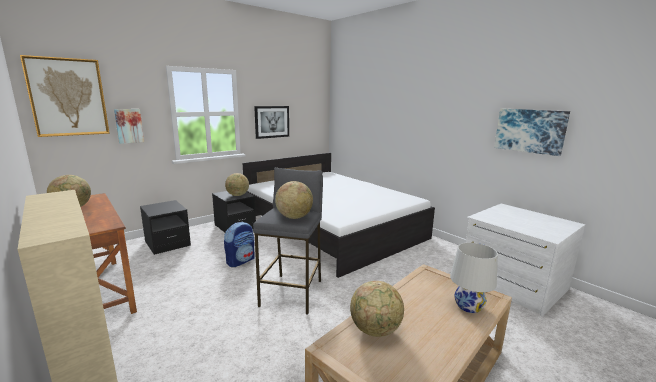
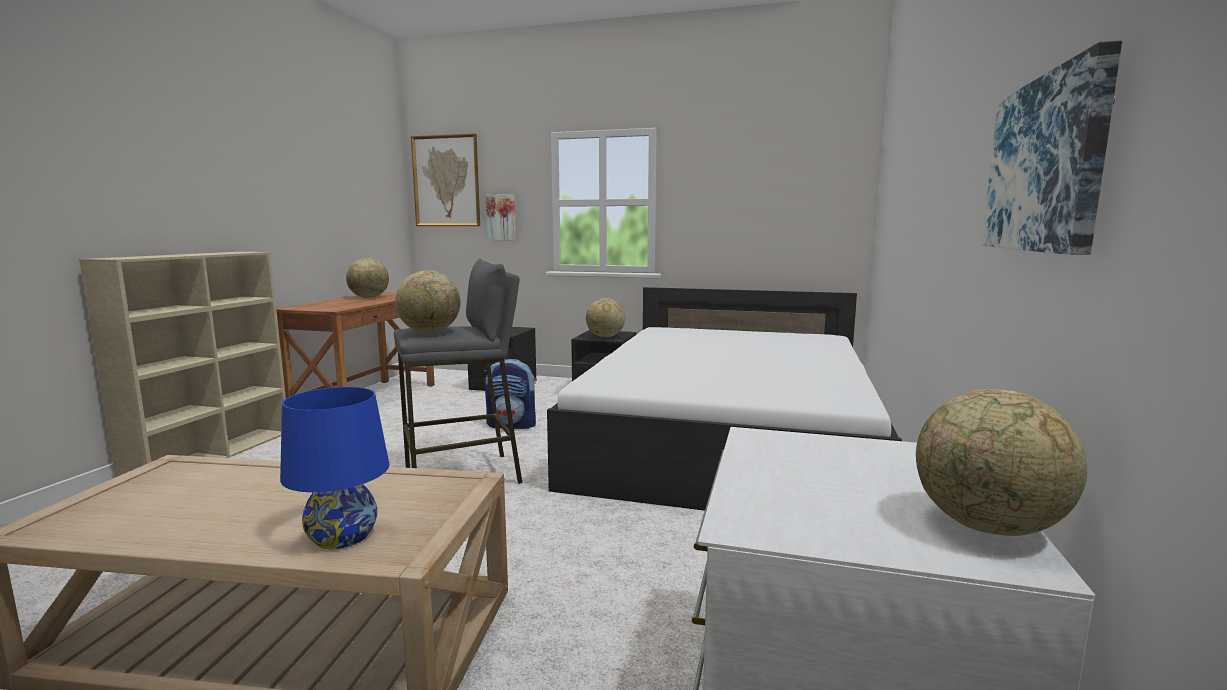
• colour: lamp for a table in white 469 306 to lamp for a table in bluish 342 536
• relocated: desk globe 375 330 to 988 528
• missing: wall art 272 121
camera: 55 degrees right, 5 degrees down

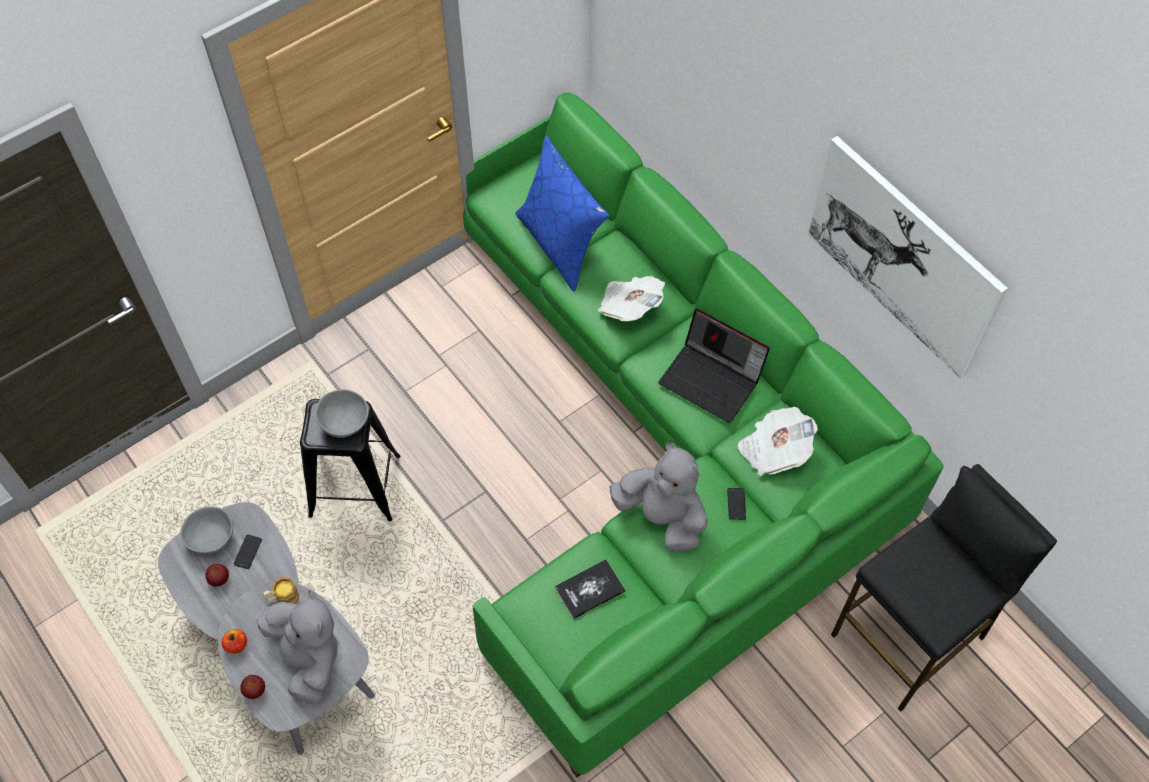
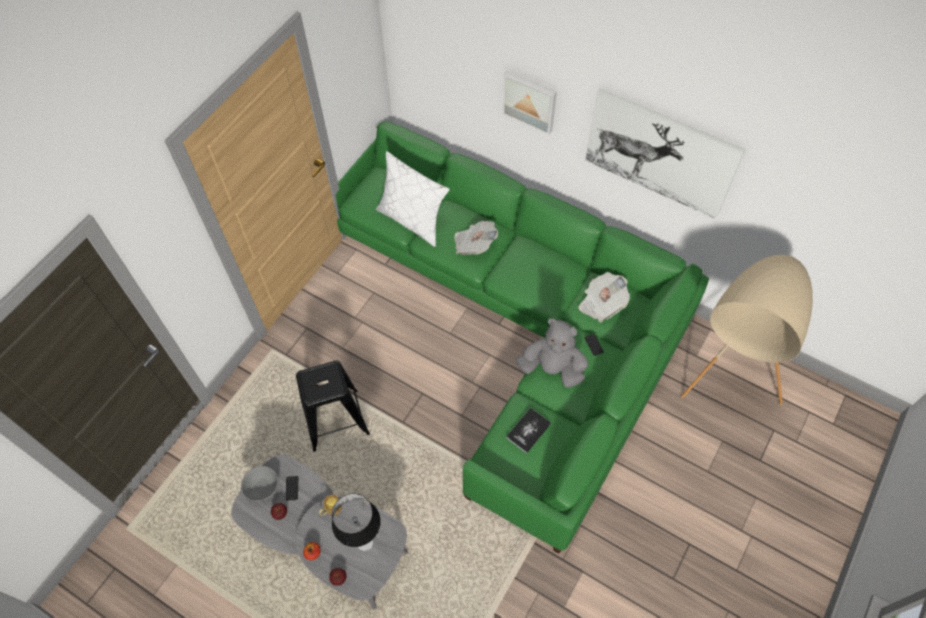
• exchanged: soft toy in greyish 308 657 to lamp for a table 365 543
• colour: throw pillow in bluish 560 244 to throw pillow in white 413 220
• appeared: wall art 530 101
• exchanged: sitting stool in blackish 910 637 to standard lamp in beige-coloured 717 390
• missing: deep dish in greyish 343 422
• missing: portable computer 712 380
camera: 20 degrees left, 0 degrees up

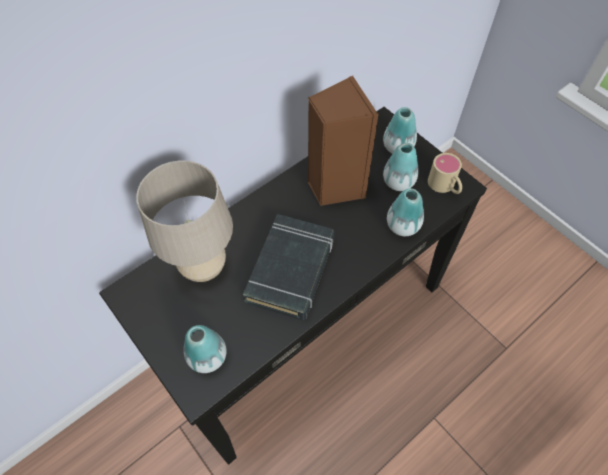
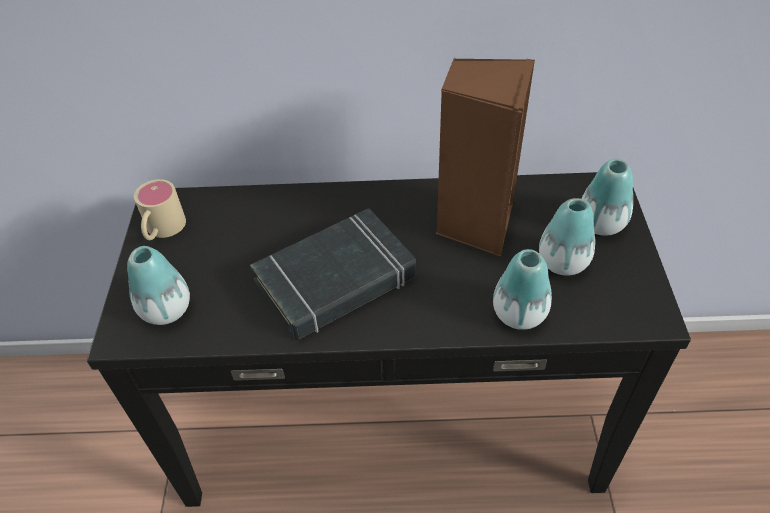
• relocated: tea mug in beige-coloured 444 186 to 162 230
• missing: lamp for a table in beige-coloured 203 267
camera: 40 degrees right, 10 degrees down

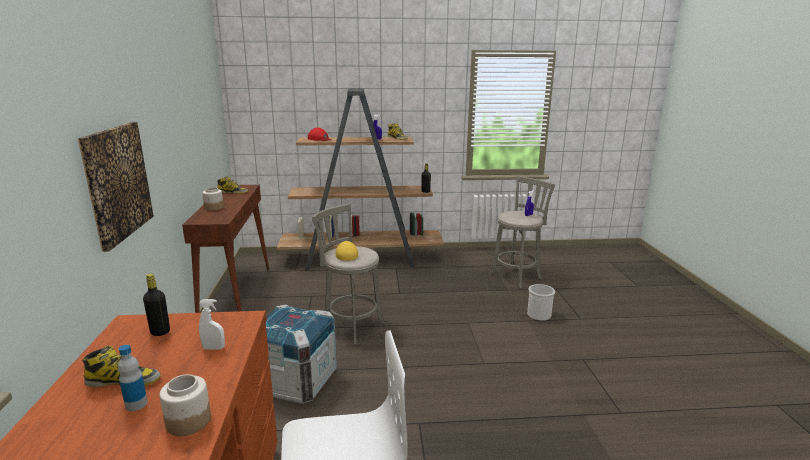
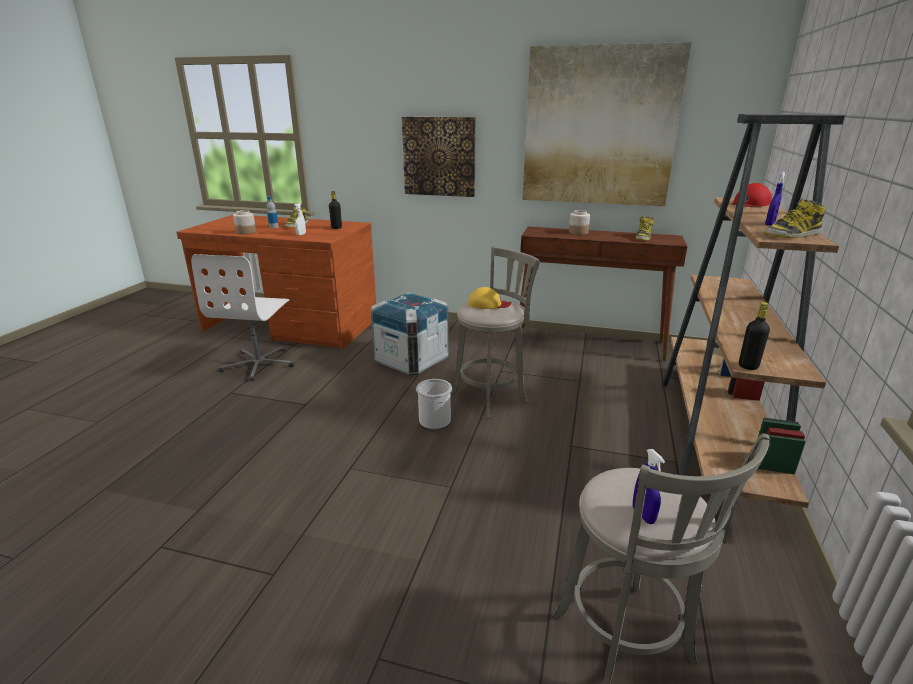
• relocated: pail 539 315 to 434 421
• appeared: wall art 599 127
camera: 110 degrees right, 5 degrees up

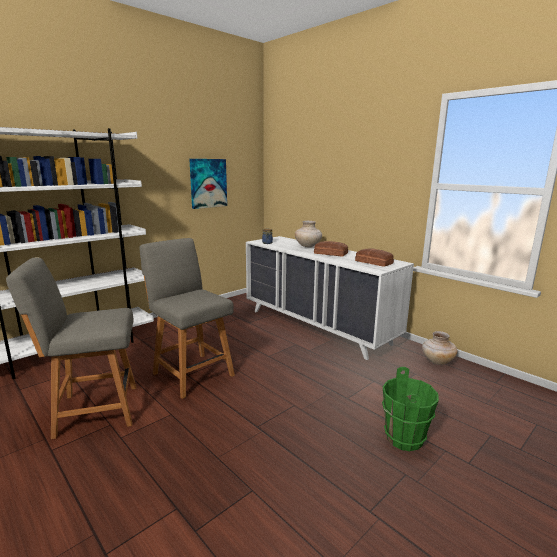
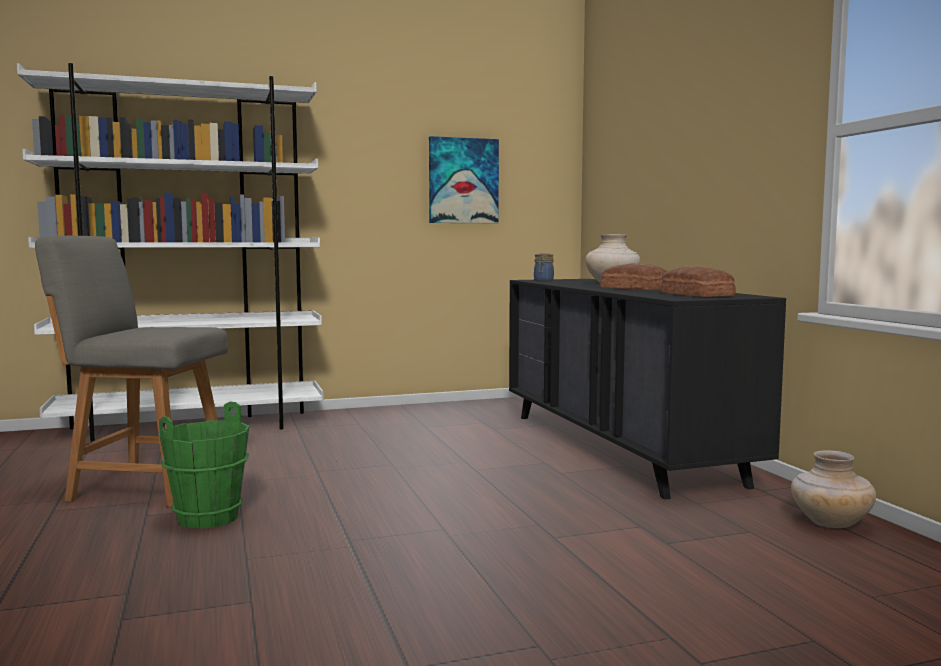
• relocated: pail in green-coloured 405 438 to 209 518
• colour: chest of drawers in white 317 327 to chest of drawers in blackish 618 447
• missing: upright chair in greyish 192 373
camera: 25 degrees right, 10 degrees down

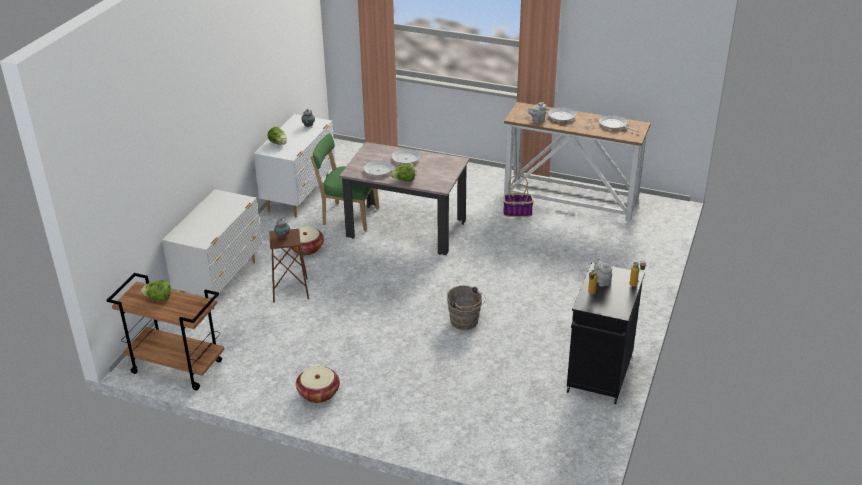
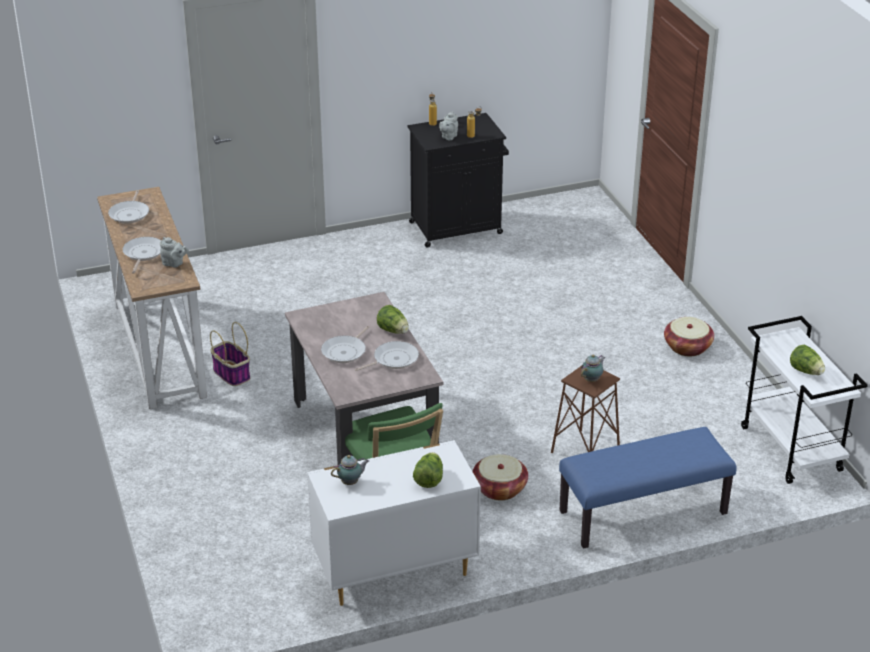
• exchanged: chest of drawers in white 221 281 to indoor bench in bluish 643 513
• colour: wheeled cart in brown 176 367 to wheeled cart in white 792 449
• missing: pail in brown 465 322
camera: 130 degrees left, 0 degrees up

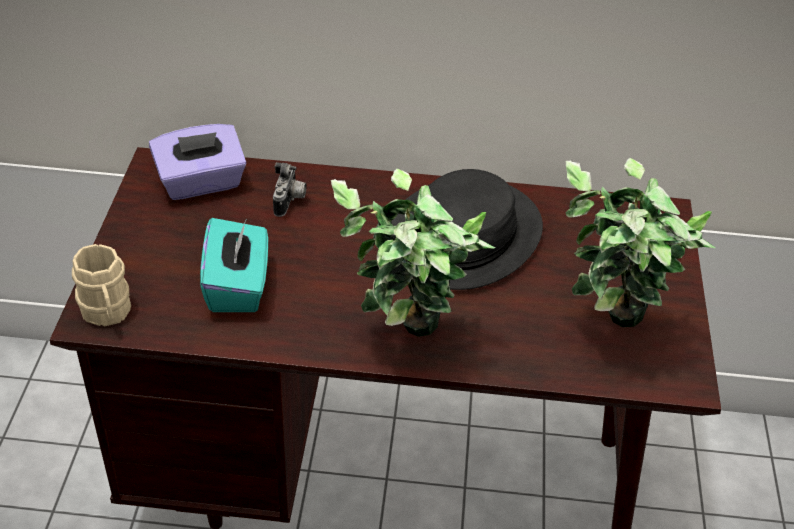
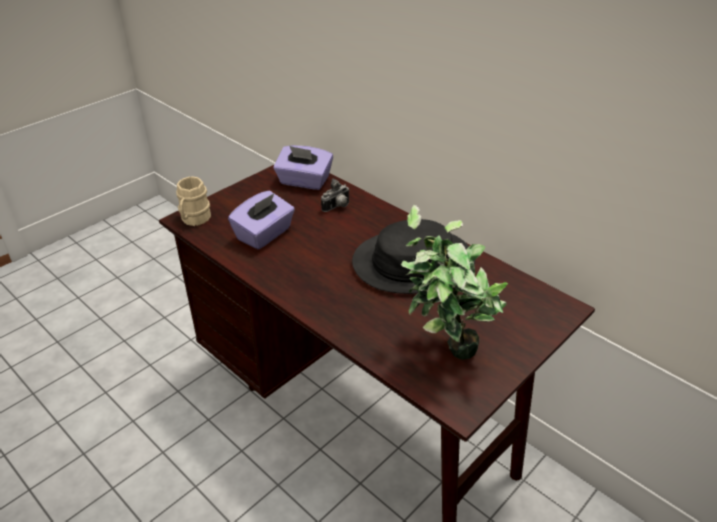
• colour: tissue holder in blue-green 238 286 to tissue holder in purple-coloured 264 234
• missing: potted plant 406 342
camera: 40 degrees right, 5 degrees down

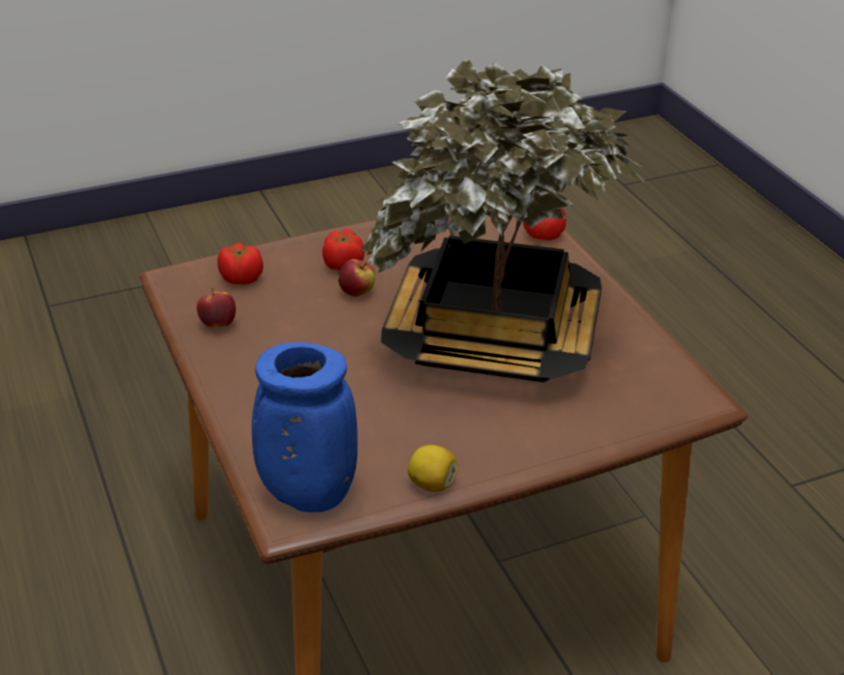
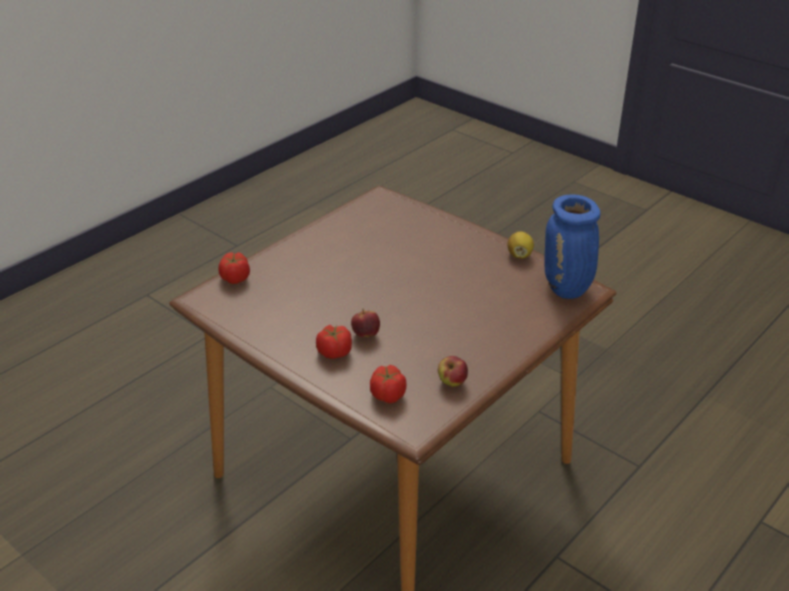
• missing: potted plant 494 339
camera: 115 degrees left, 0 degrees up

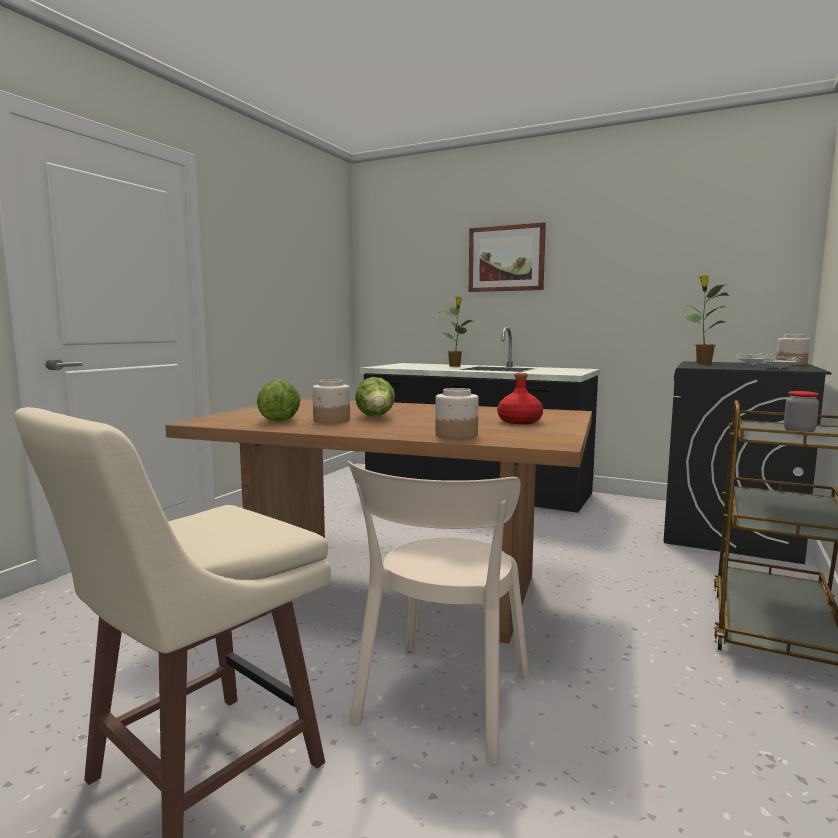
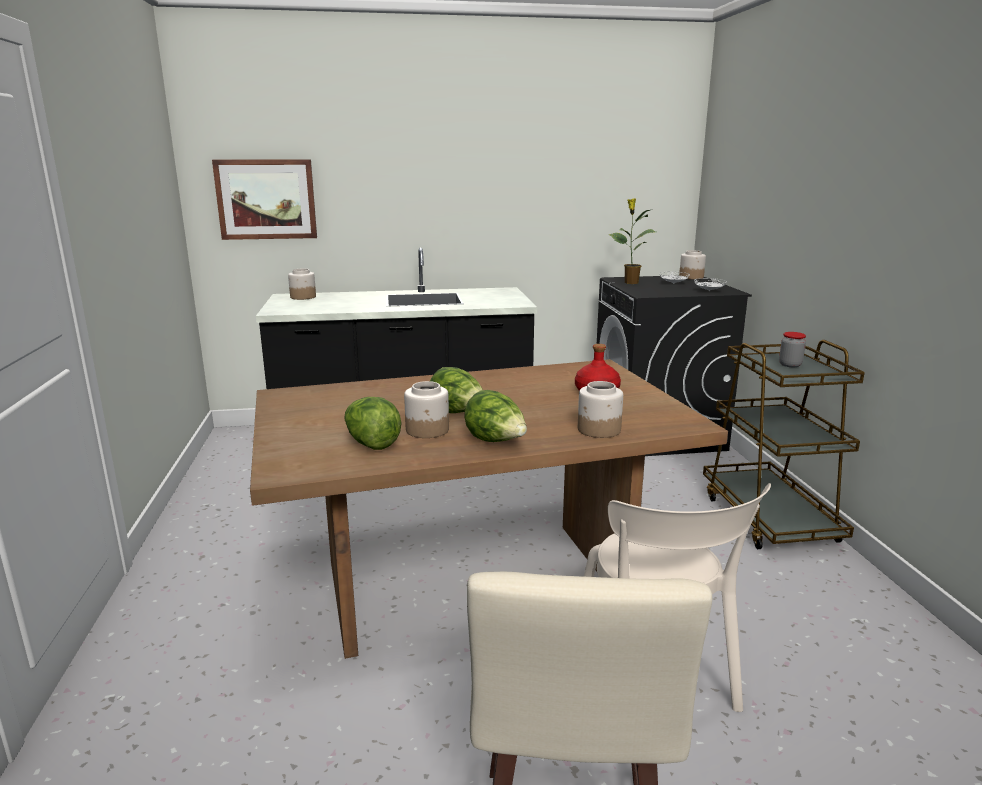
• relocated: wall art 506 258 to 266 199
• appeared: storage jar 302 297
• appeared: lettuce 496 442
• missing: potted plant 455 366
camera: 35 degrees left, 10 degrees up

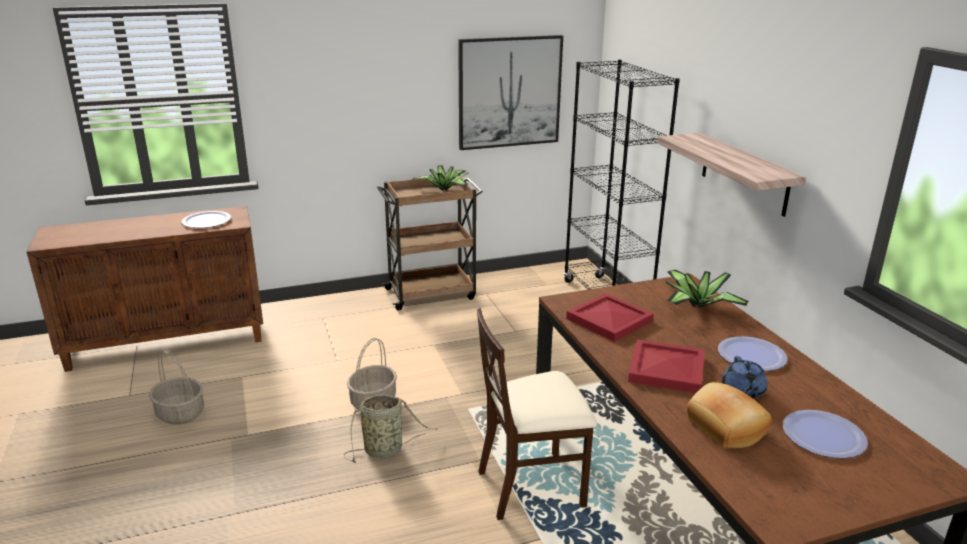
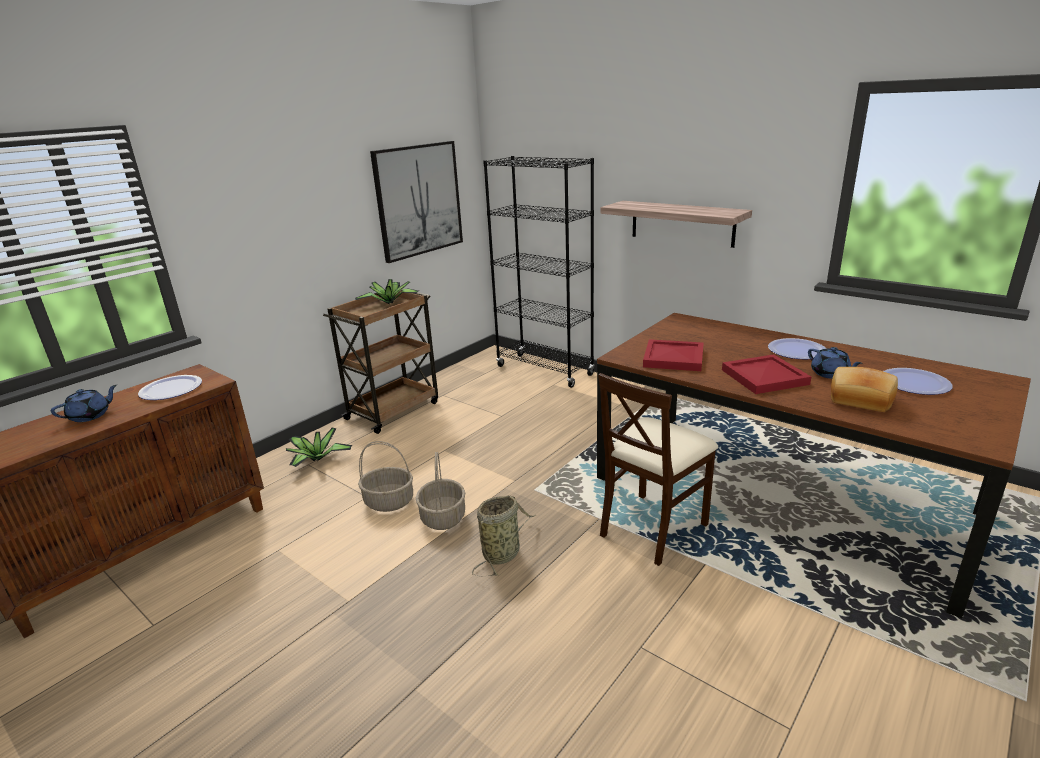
• appeared: tea pot in bluish 90 416
• relocated: potted plant 697 306 to 316 460
• relocated: storage basket 181 413 to 389 501
camera: 30 degrees left, 0 degrees up

